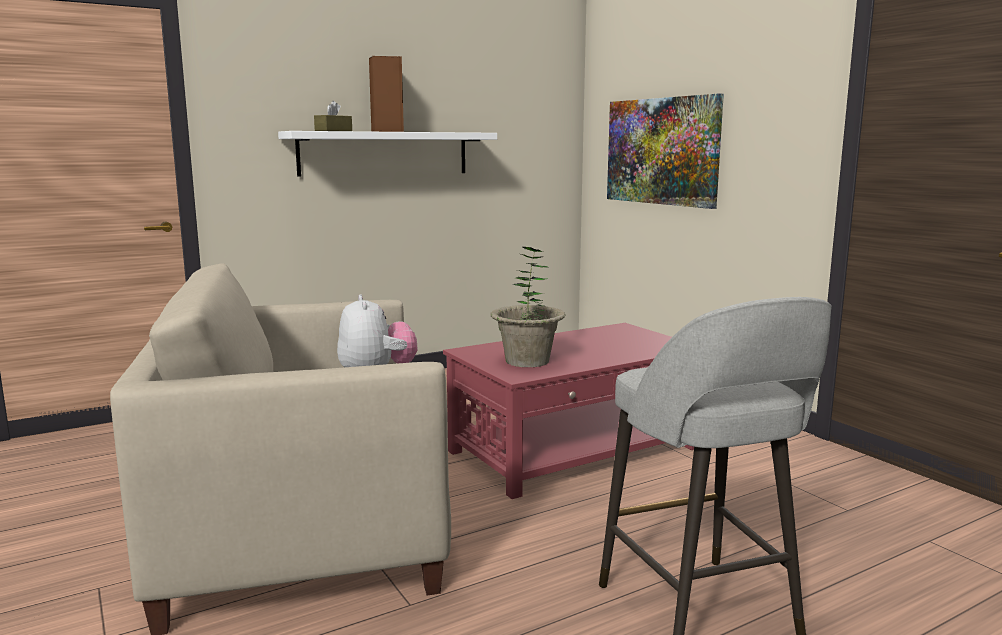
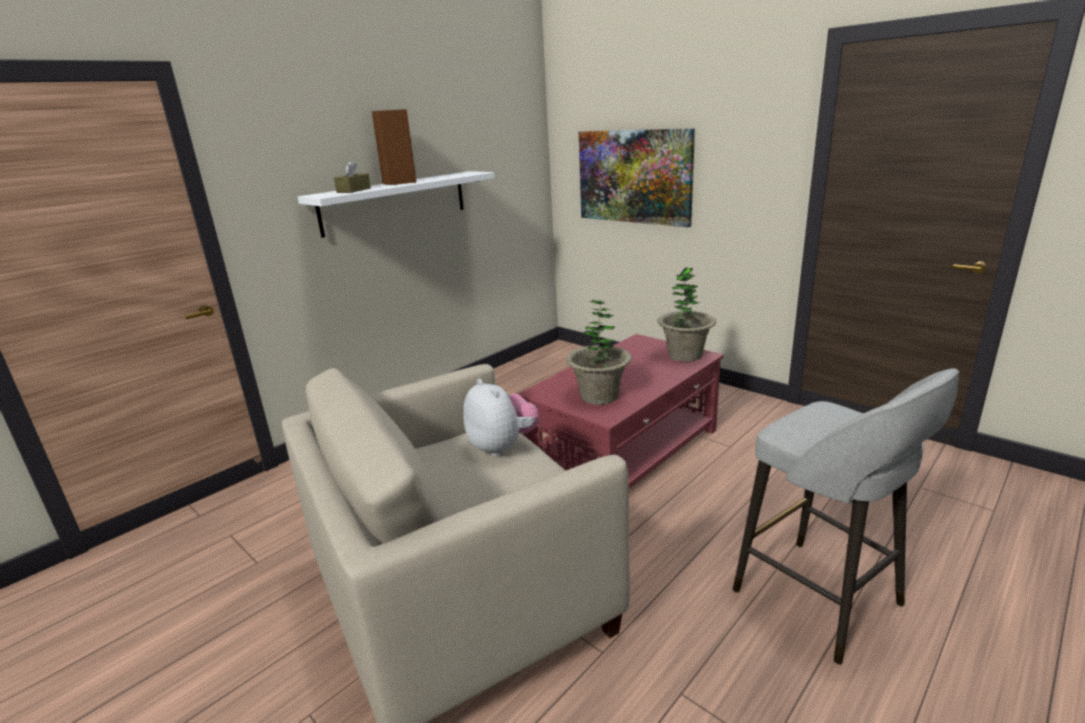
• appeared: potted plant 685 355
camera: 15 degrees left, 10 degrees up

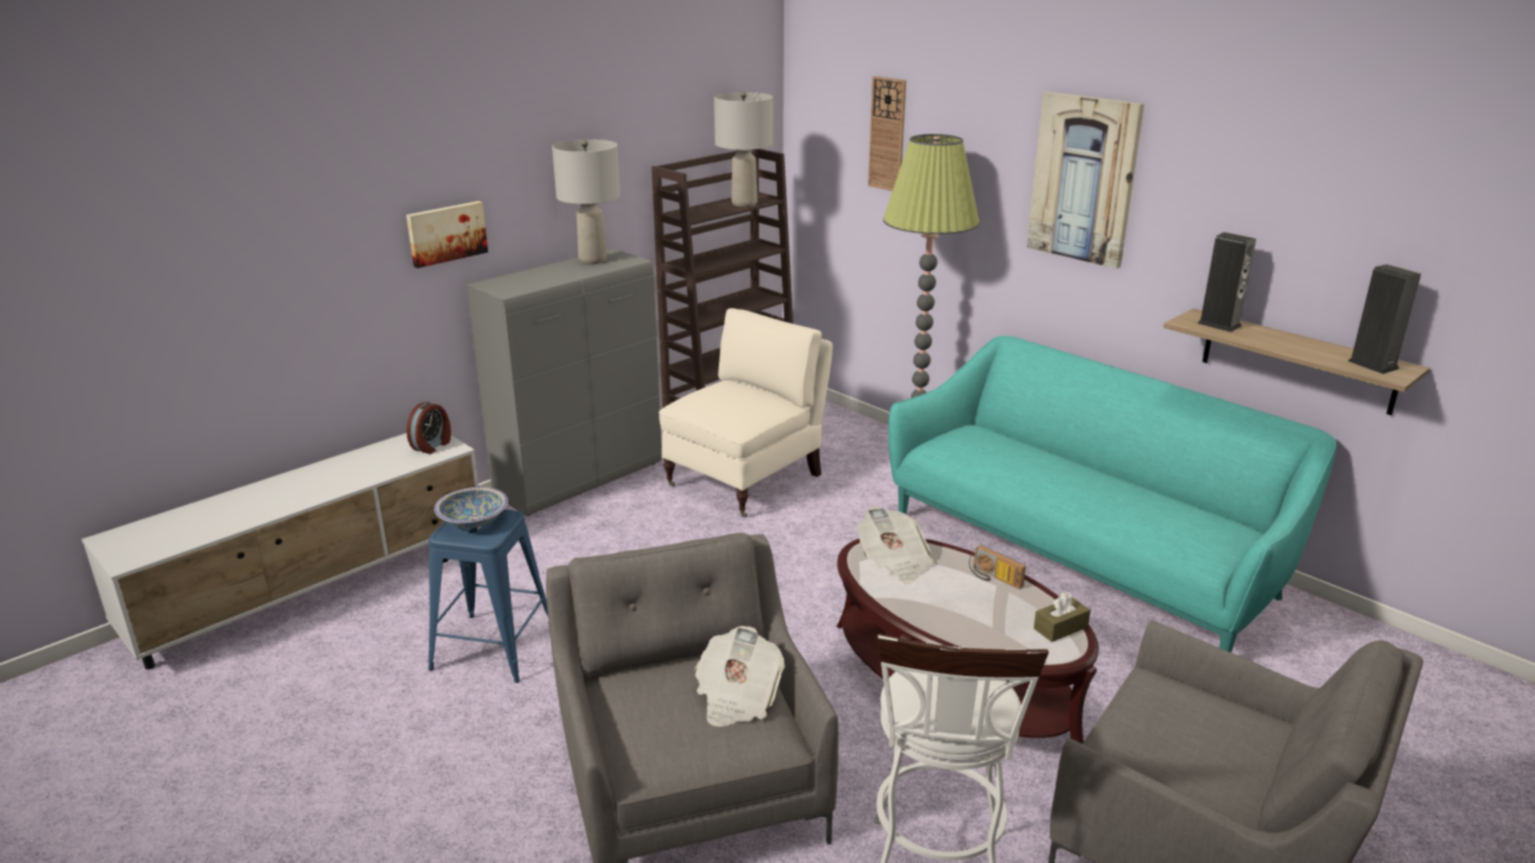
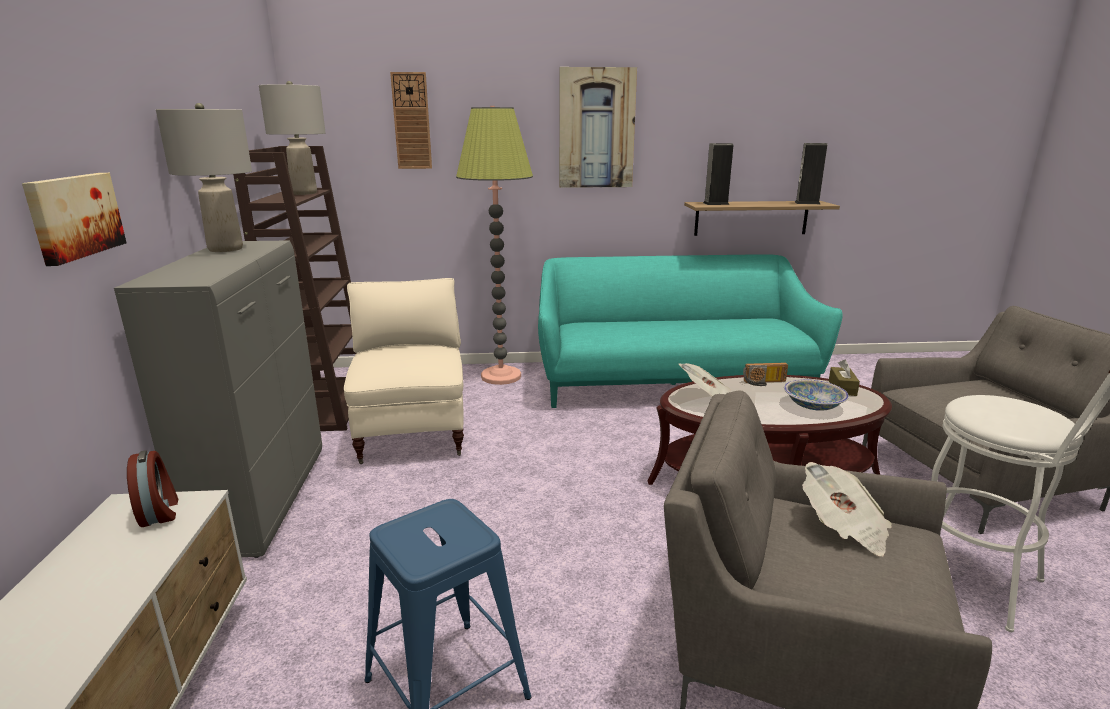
• relocated: deep dish 473 520 to 813 405
camera: 50 degrees left, 5 degrees down

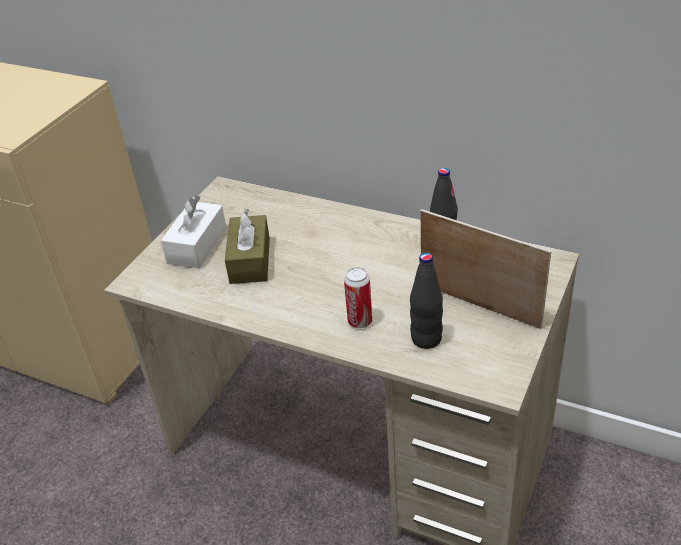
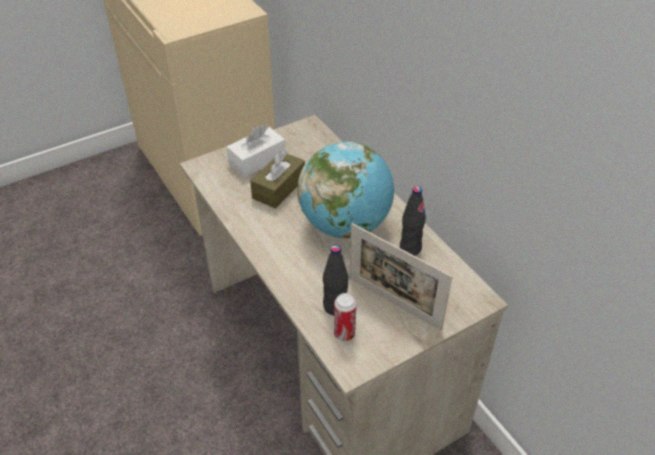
• appeared: desk globe 345 225
• relocated: sealed can 360 321 to 344 333
• spun: picture frame 479 305 = 394 303 150 degrees clockwise
camera: 30 degrees right, 5 degrees up

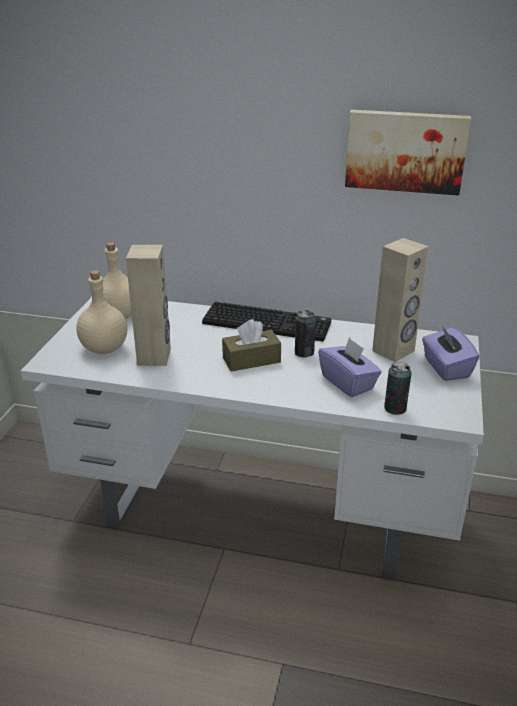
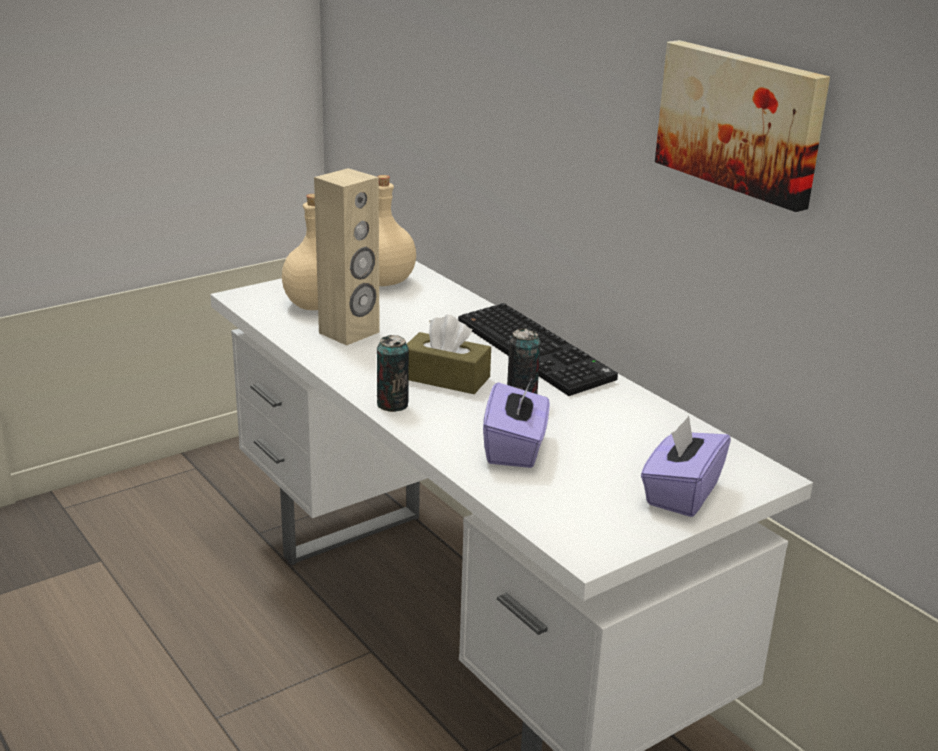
• relocated: sealed can 395 408 to 392 404
• missing: audio speaker in beige-coloured 394 351
camera: 40 degrees right, 5 degrees down

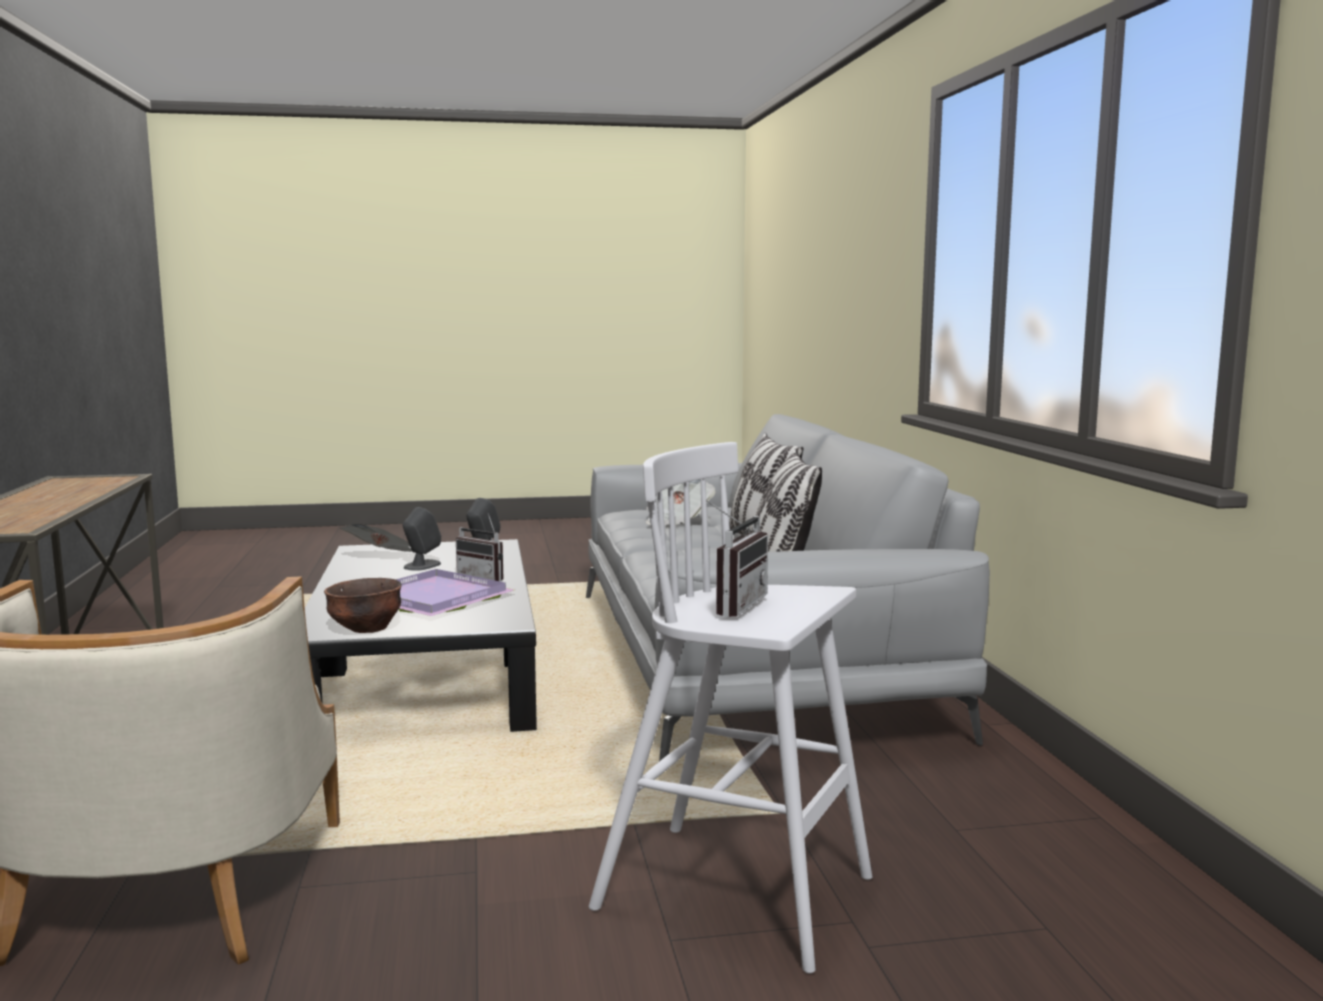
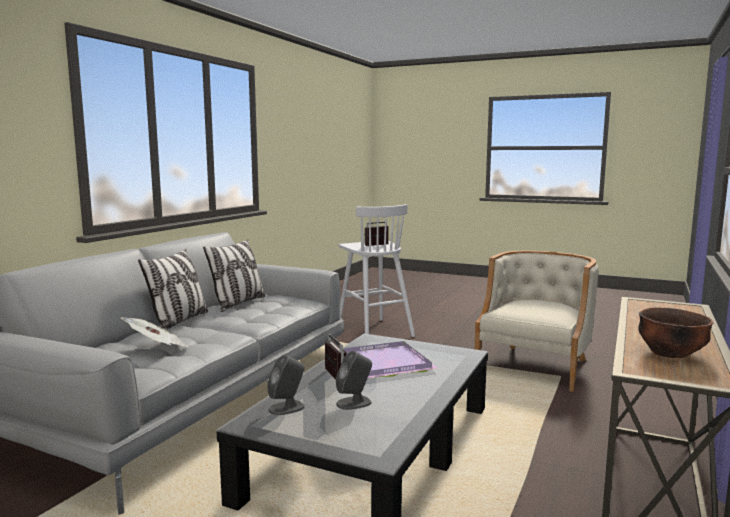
• relocated: deep dish in brown 366 629 to 670 353
• missing: daily paper 382 558
camera: 145 degrees left, 0 degrees up

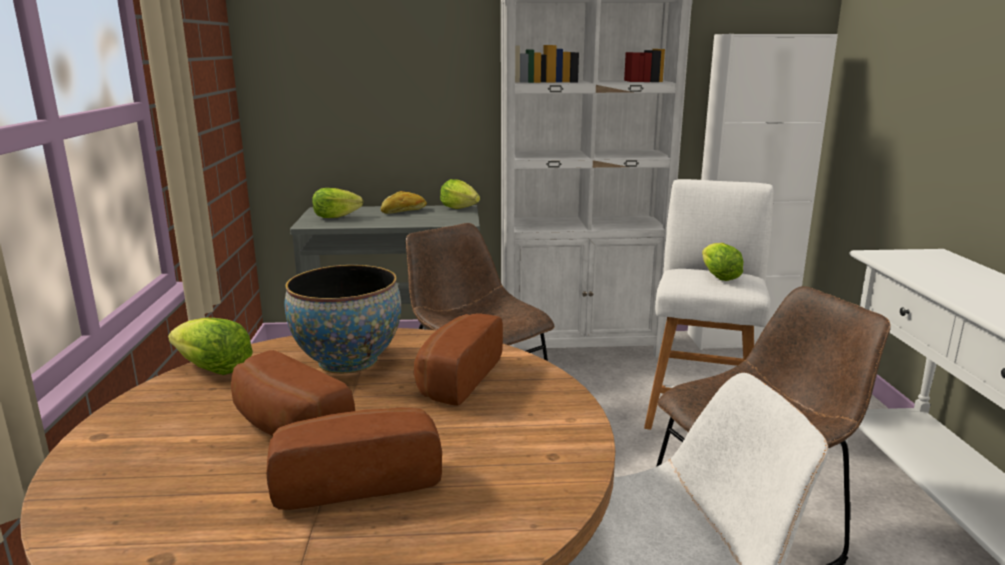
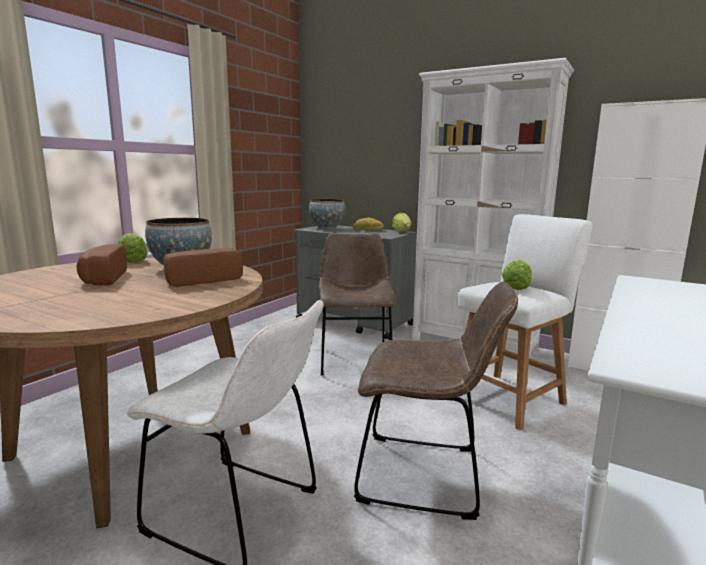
• exchanged: lettuce 335 217 to deep dish 327 228
• missing: bakery bread 356 479
camera: 35 degrees right, 5 degrees down

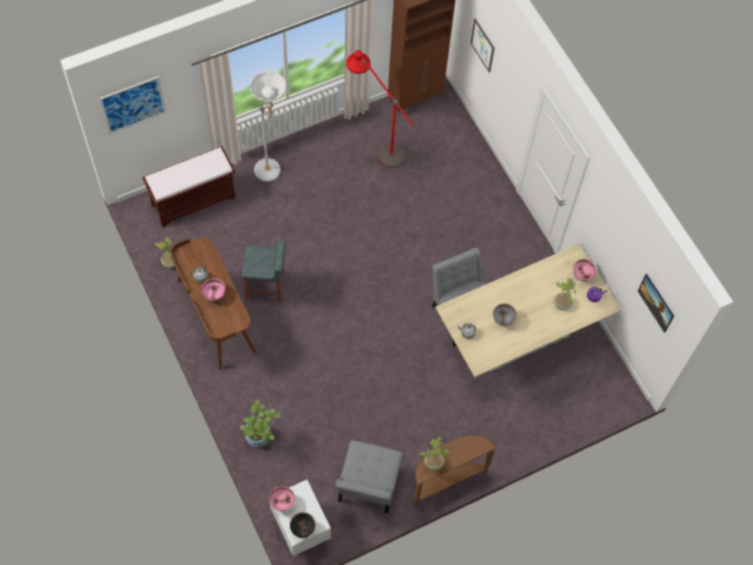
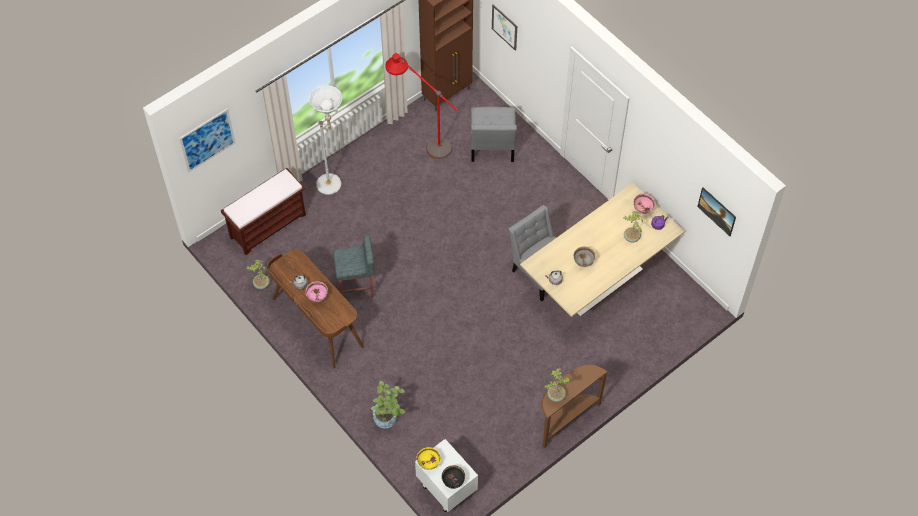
• colour: deep dish in pinkish 282 502 to deep dish in yellow 428 463
• relocated: upright chair in greyish 367 487 to 492 147
camera: 10 degrees left, 5 degrees down

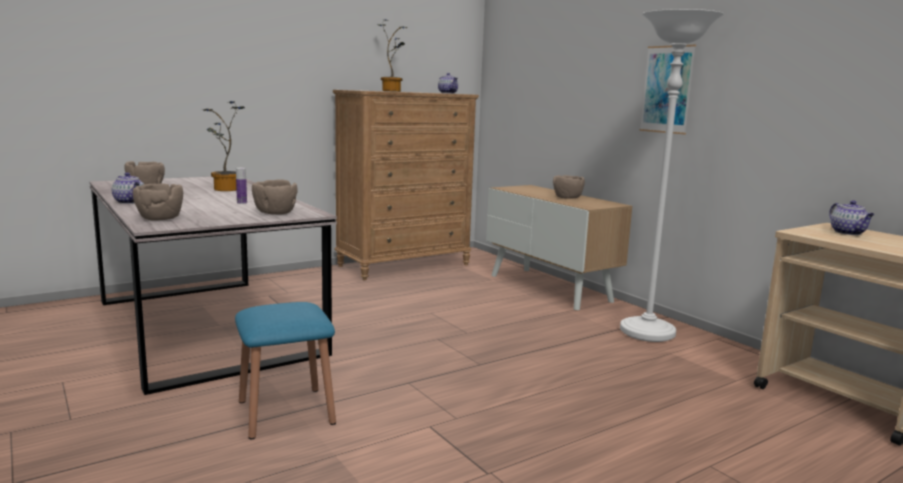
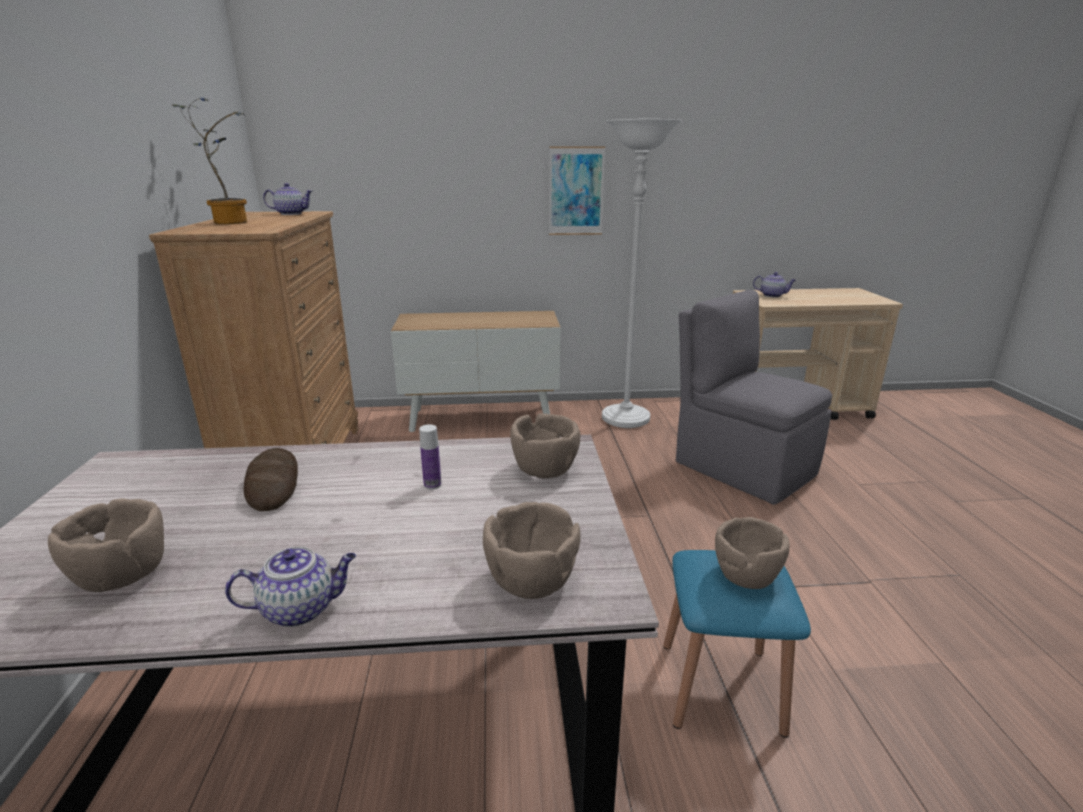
• exchanged: potted plant 225 190 to bakery bread 273 484
• appeared: upright chair in greyish 741 467
• relocated: deep dish in brown 568 198 to 747 575
camera: 60 degrees left, 10 degrees up

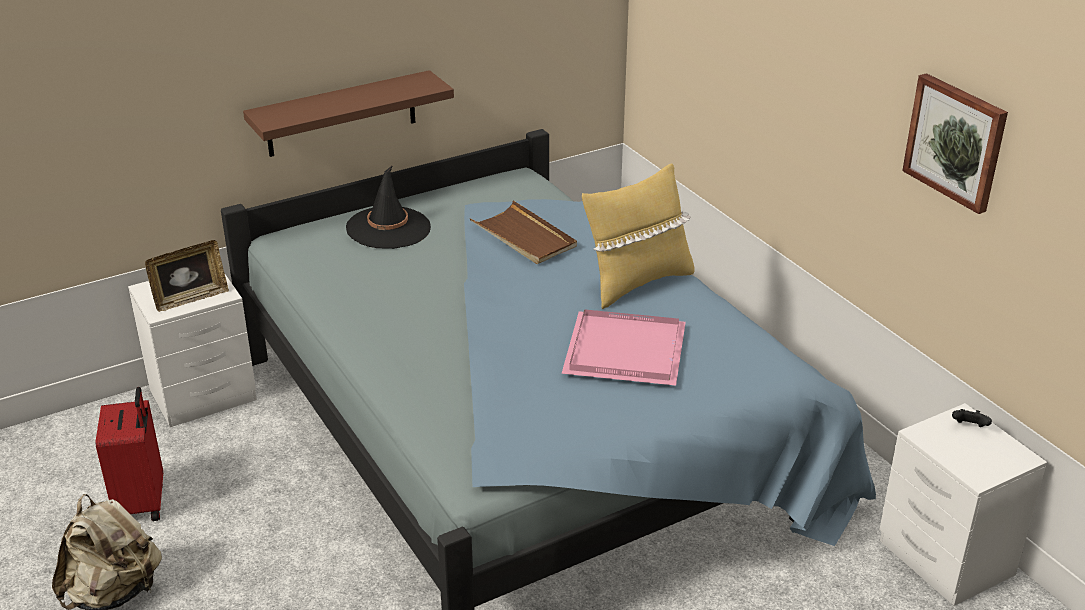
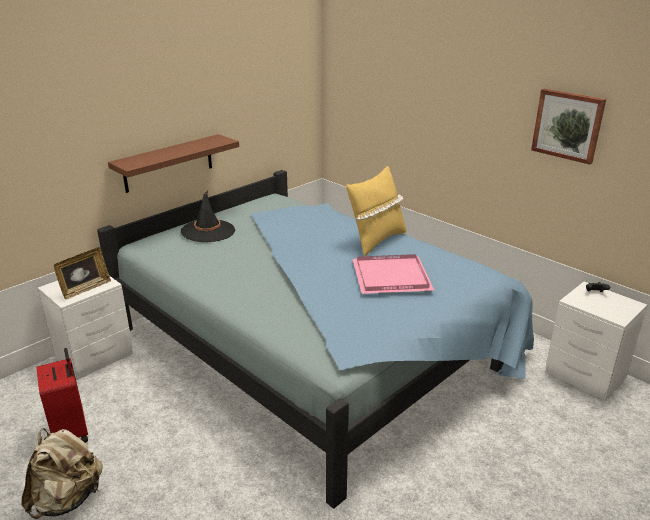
• missing: serving tray in brown 524 237
camera: 15 degrees left, 5 degrees down

